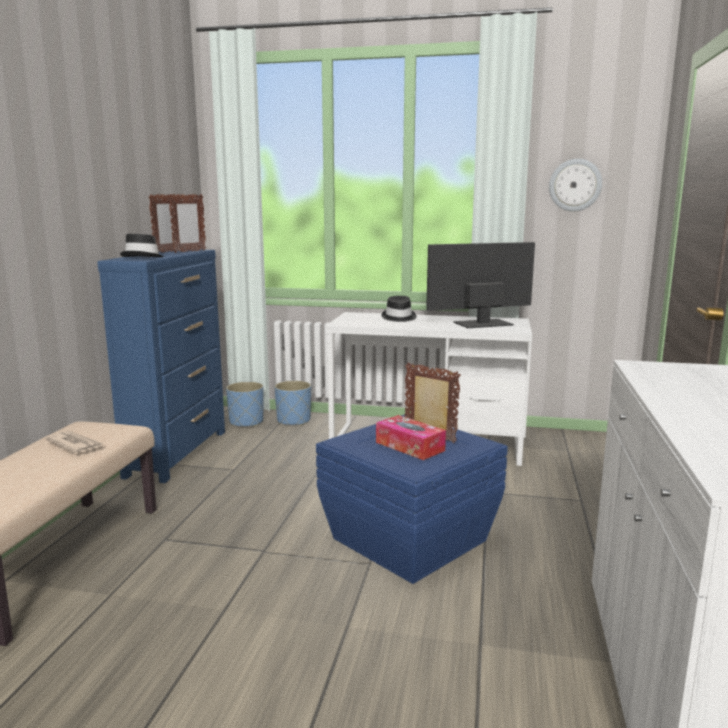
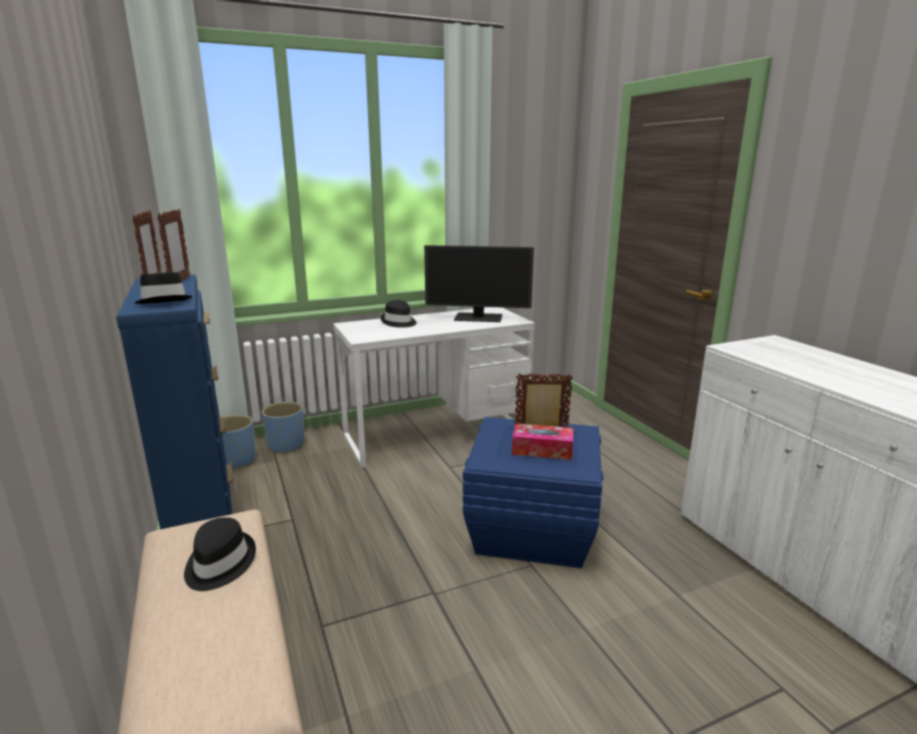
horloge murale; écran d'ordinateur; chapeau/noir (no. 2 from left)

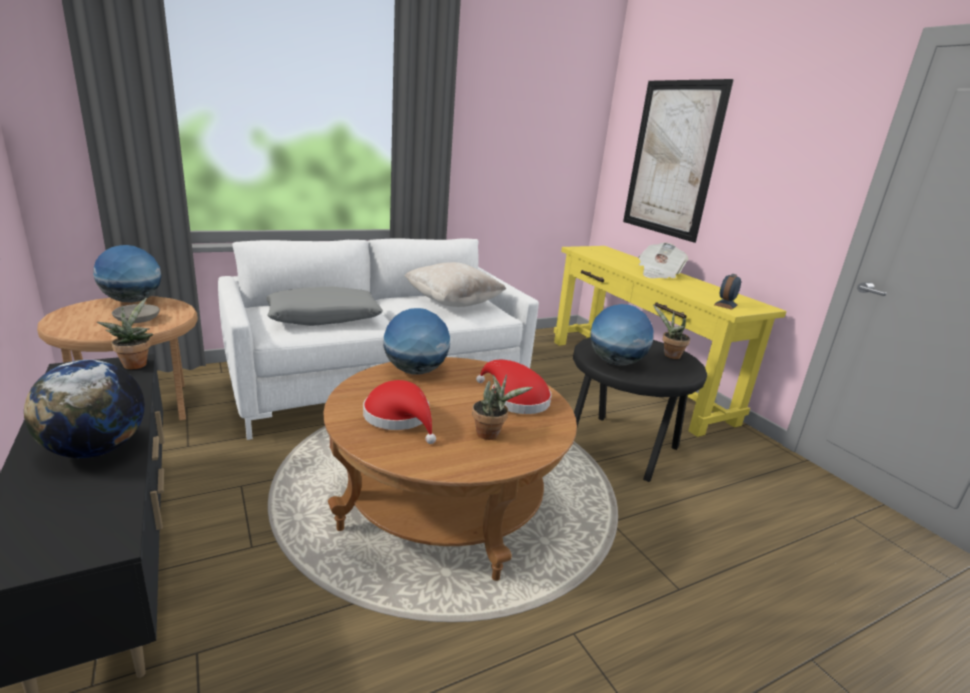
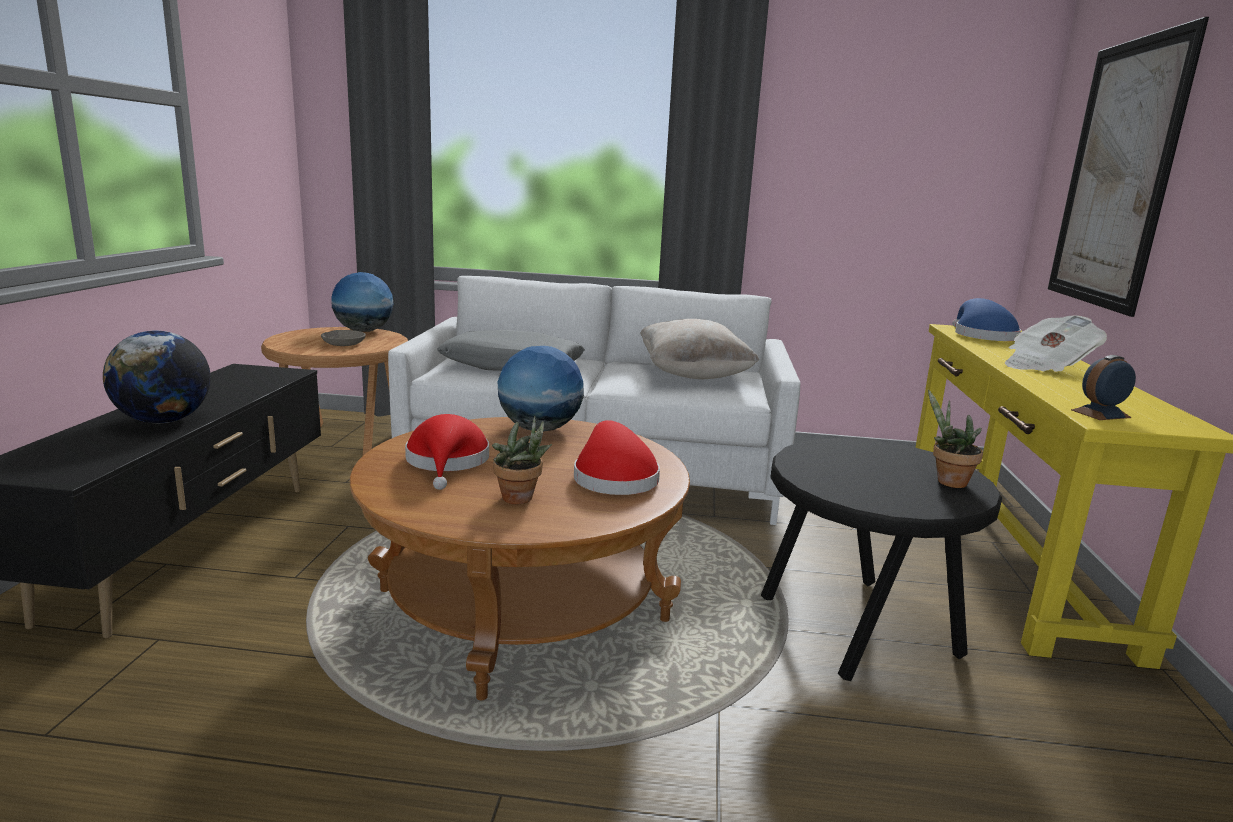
plante en pot (no. 1 from left in the first image); globe (no. 4 from left in the first image); chapeau/bleu

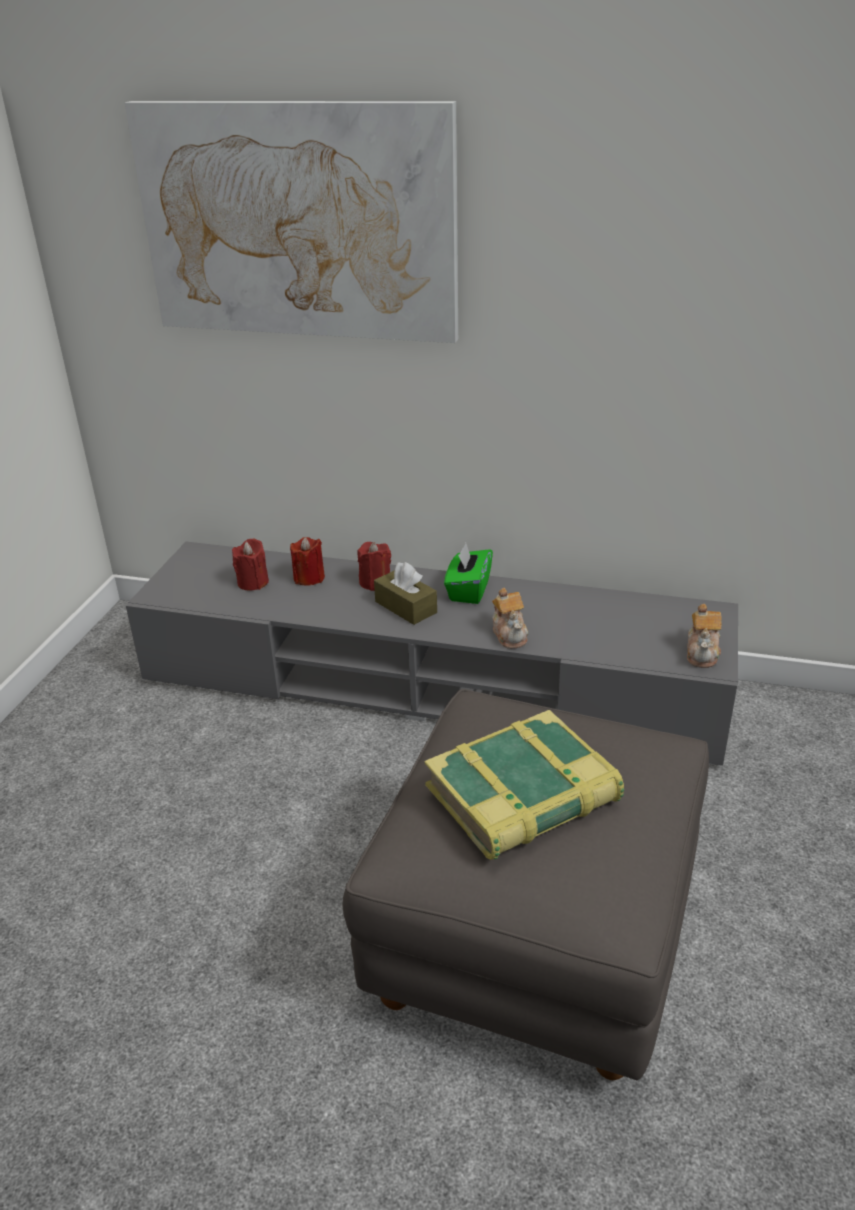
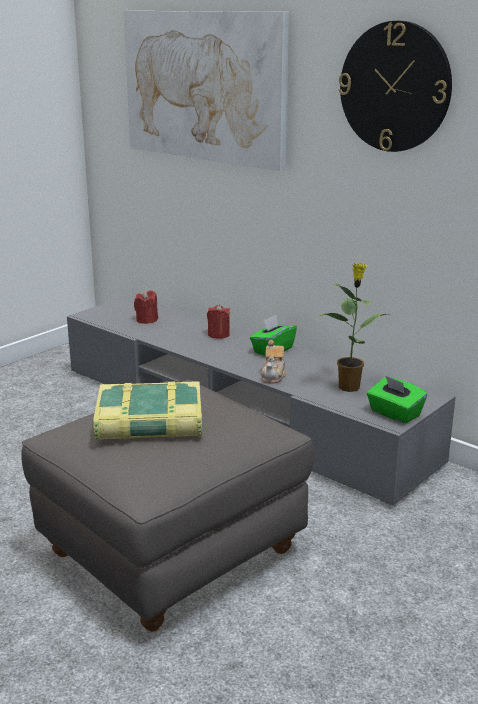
bougie/rouge (no. 2 from left in the first image); boîte à mouchoirs/marron; boîte à mouchoirs/vert (no. 2 from left); horloge murale; plante en pot

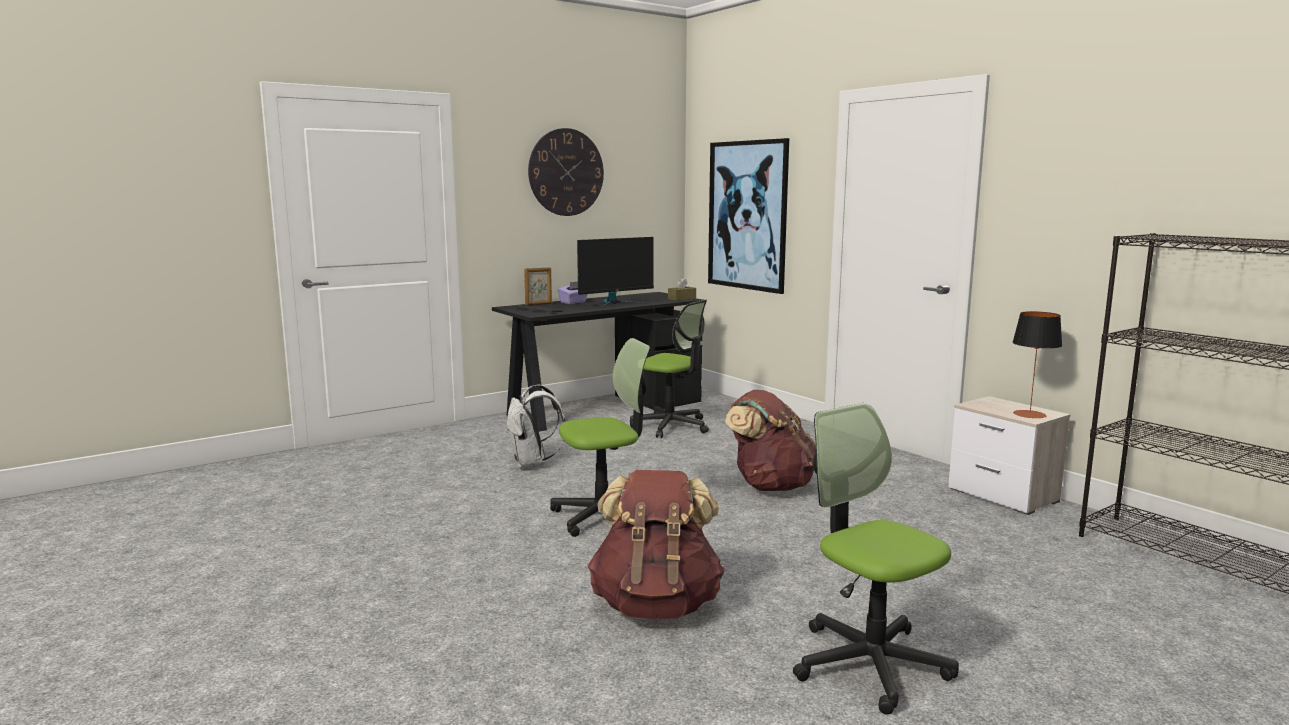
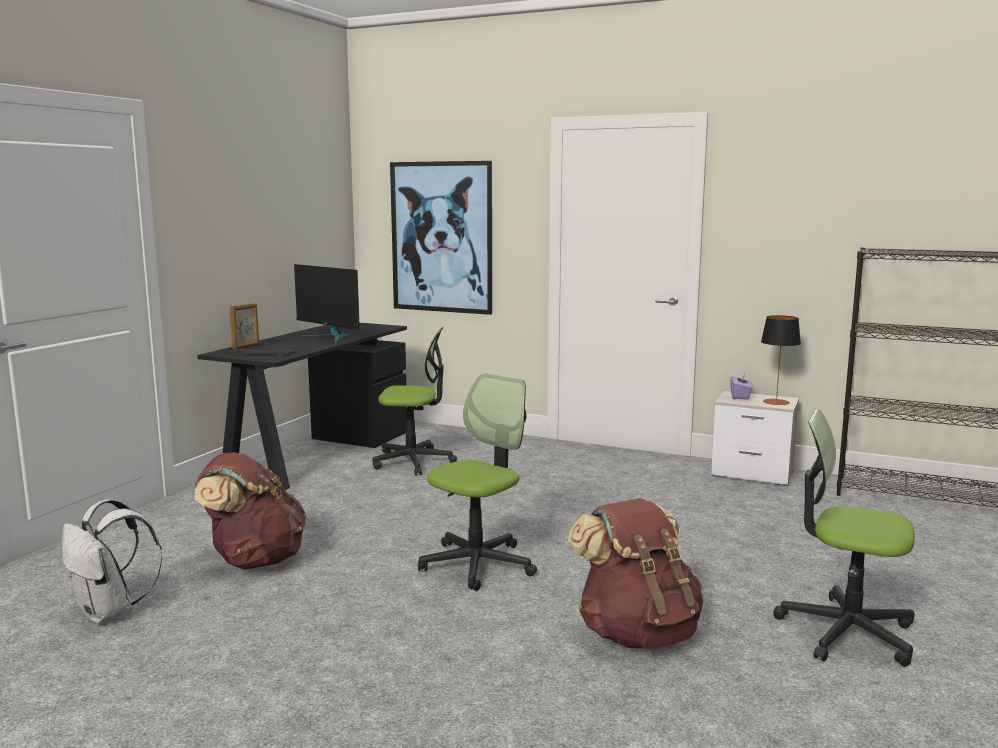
horloge murale; écran d'ordinateur; boîte à mouchoirs/marron; boîte à mouchoirs/violet; sac à dos/blanc; sac à dos/marron (no. 1 from left)

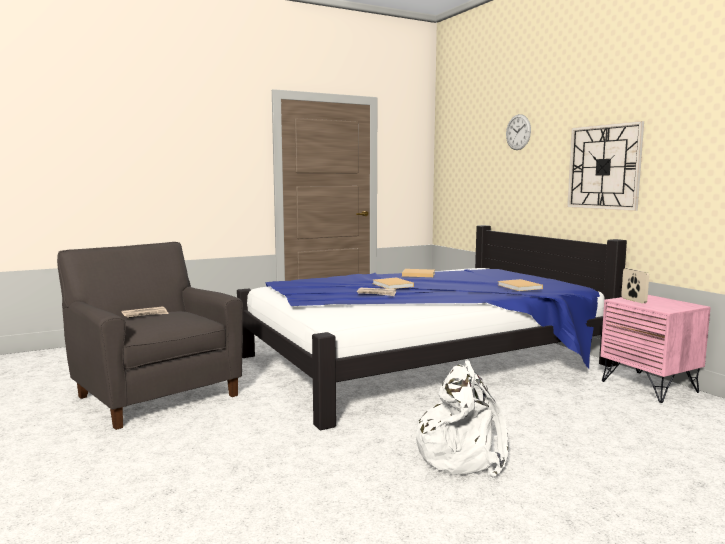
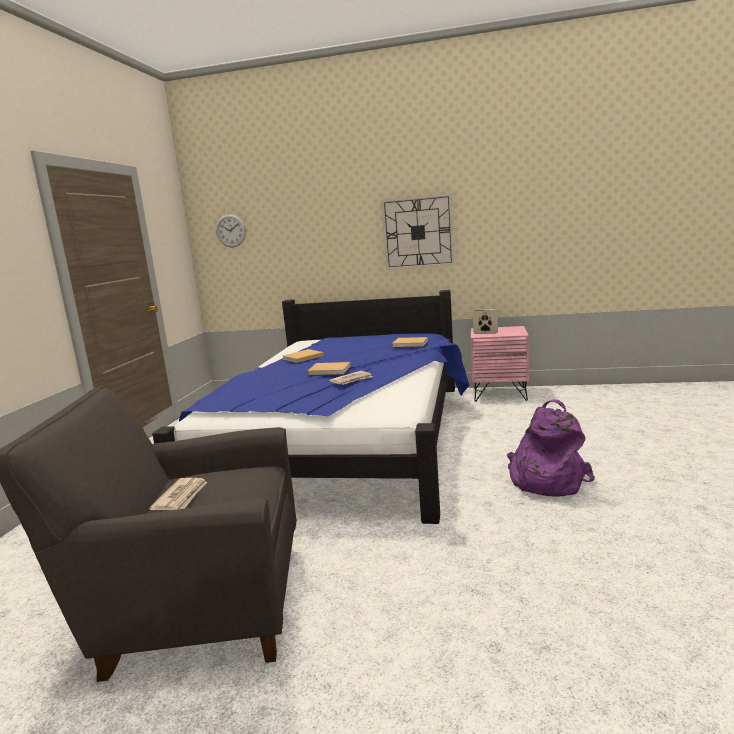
horloge murale (no. 1 from left); sac à dos/violet

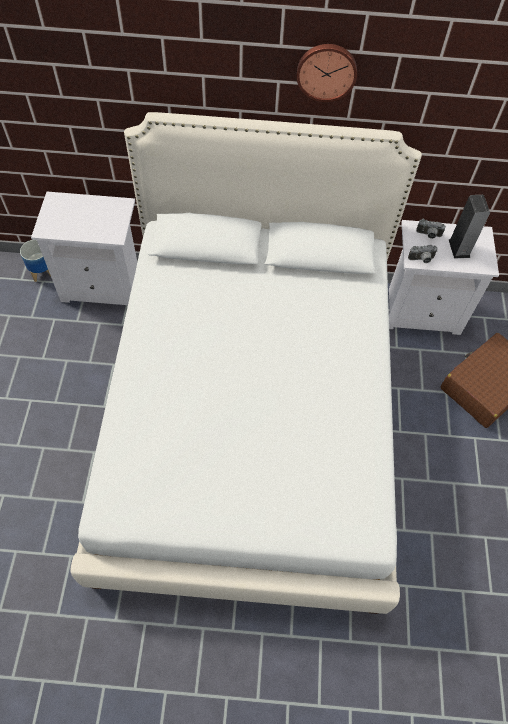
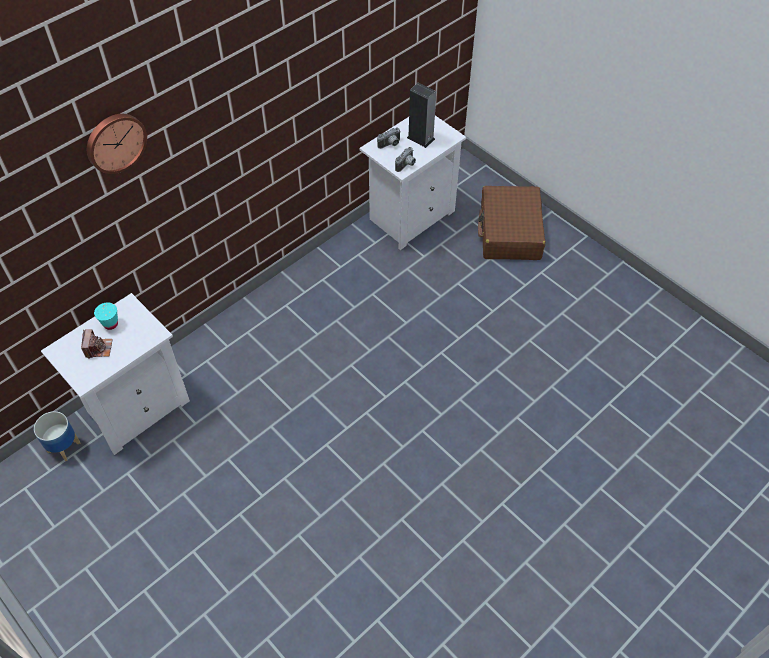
horloge murale; lit/blanc; tasse/turquoise; appareil photo (no. 1 from left)

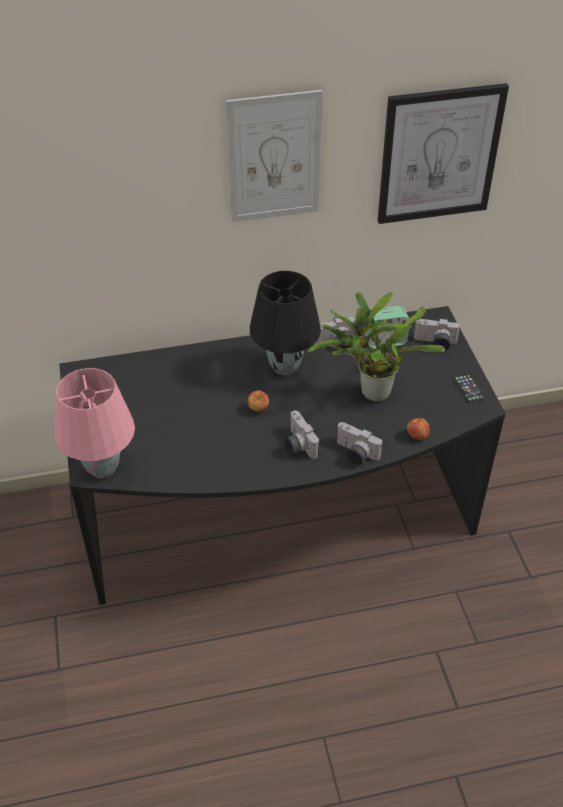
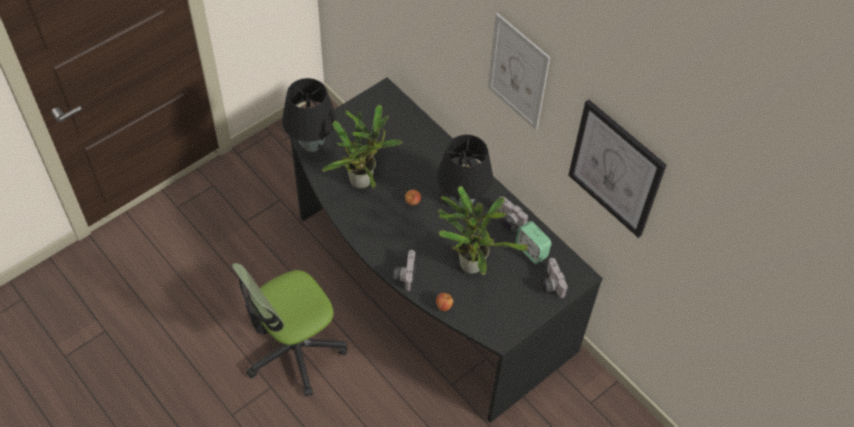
lampe de table/noir (no. 1 from left); téléphone; appareil photo (no. 1 from left in the first image); plante en pot (no. 1 from left); chaise de bureau

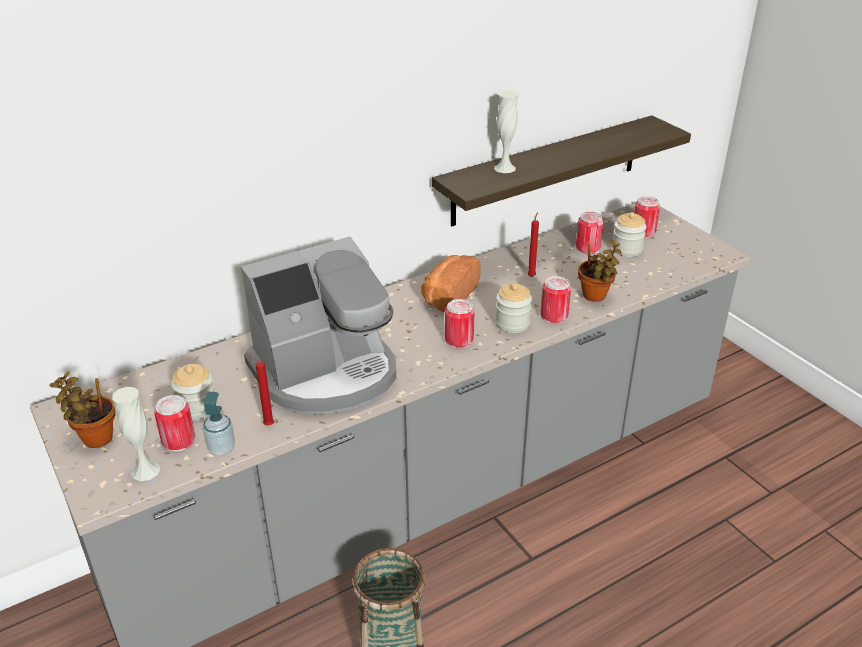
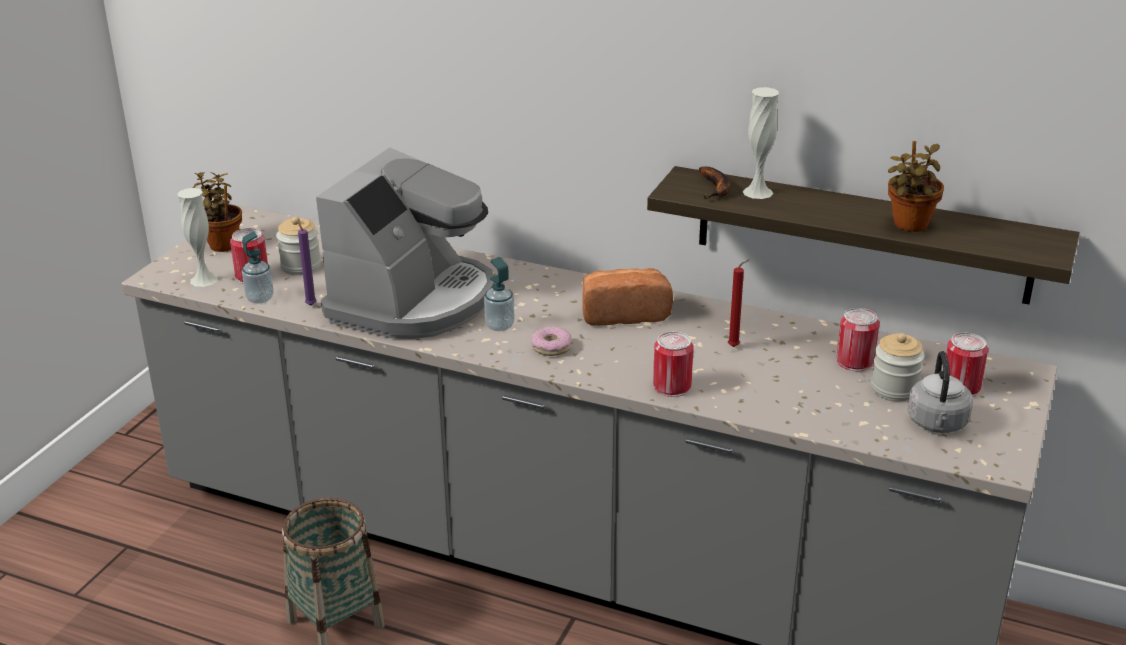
machine à café; plante en pot (no. 2 from left); bocal (no. 2 from left in the first image); beignet; bougie/violet; banane; distributeur de savon (no. 2 from left); bouilloire/gris

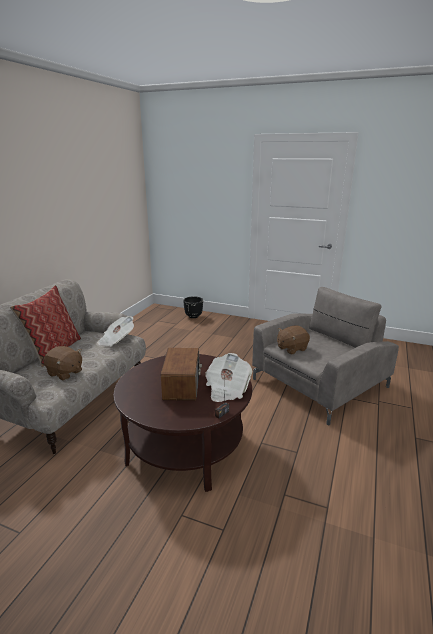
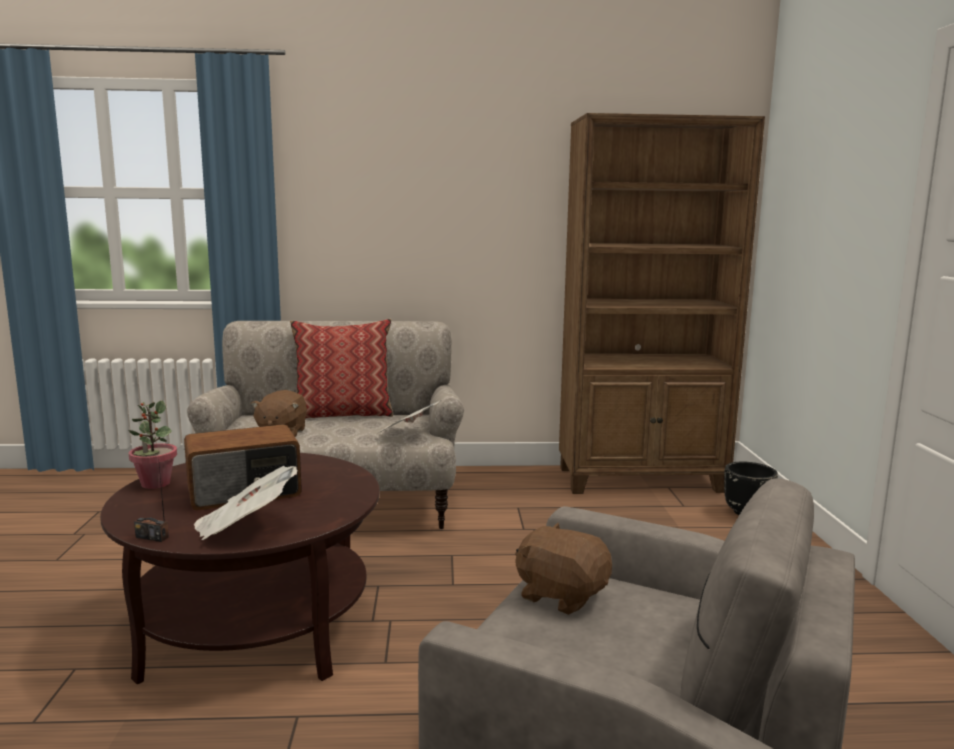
bibliothèque/marron; plante en pot

